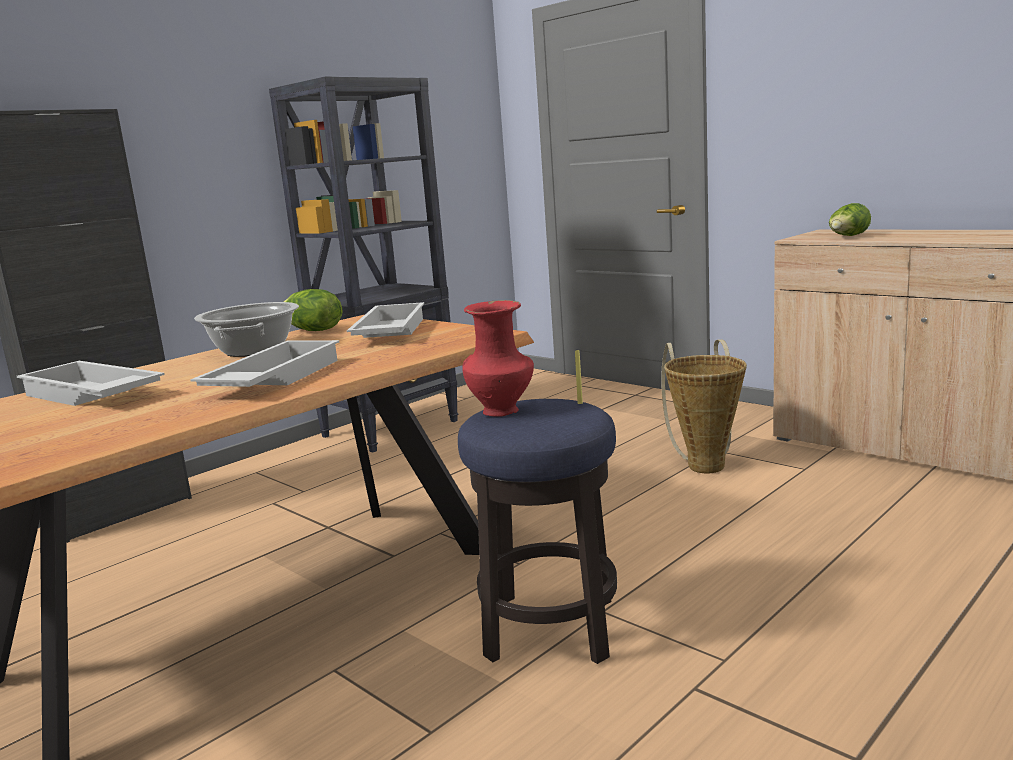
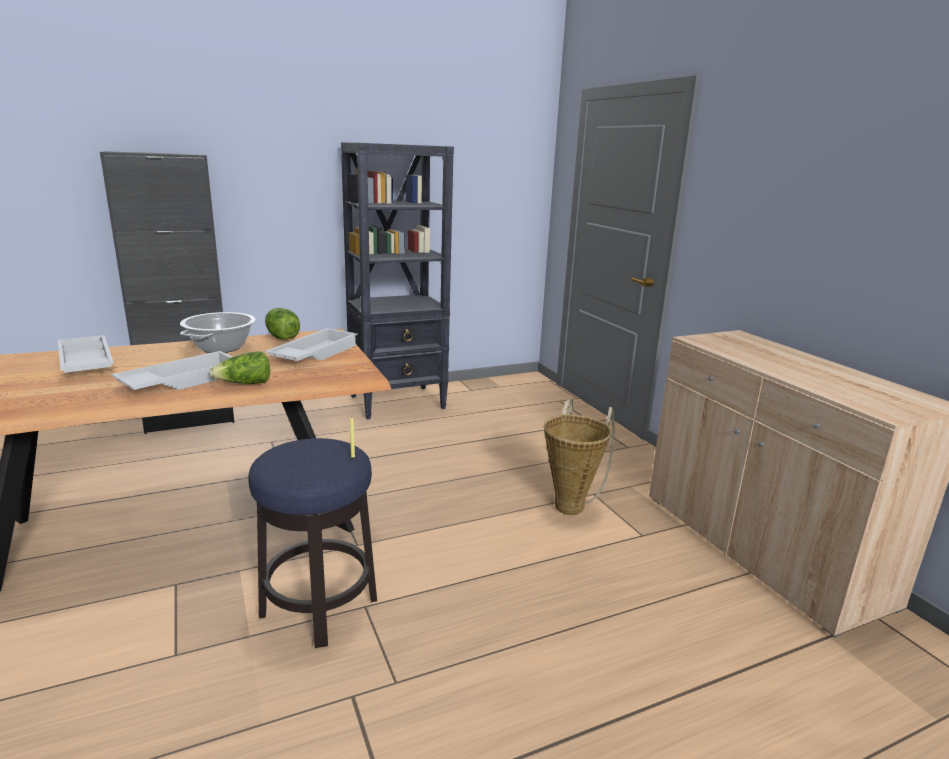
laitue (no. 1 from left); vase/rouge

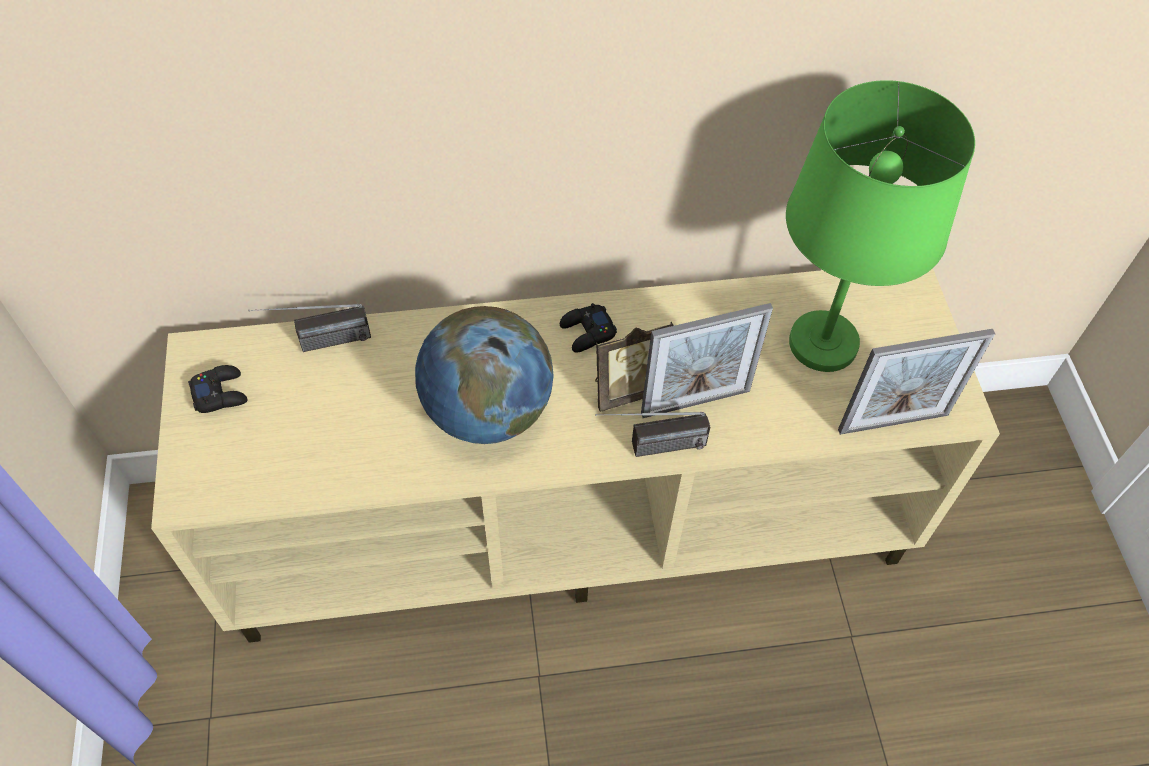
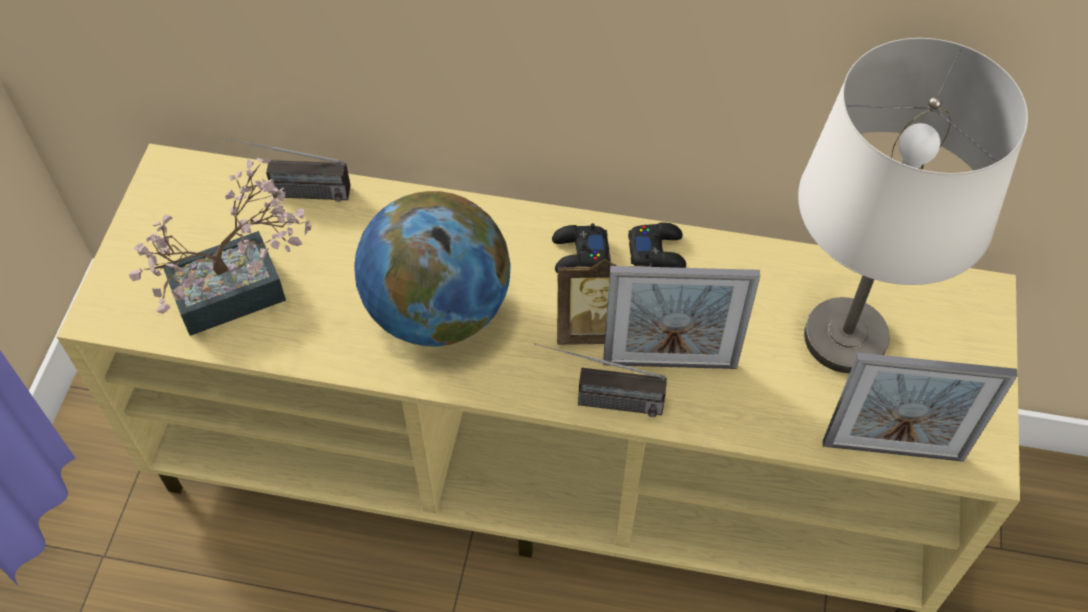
lampe de table/blanc; manette/noir (no. 2 from left); plante en pot

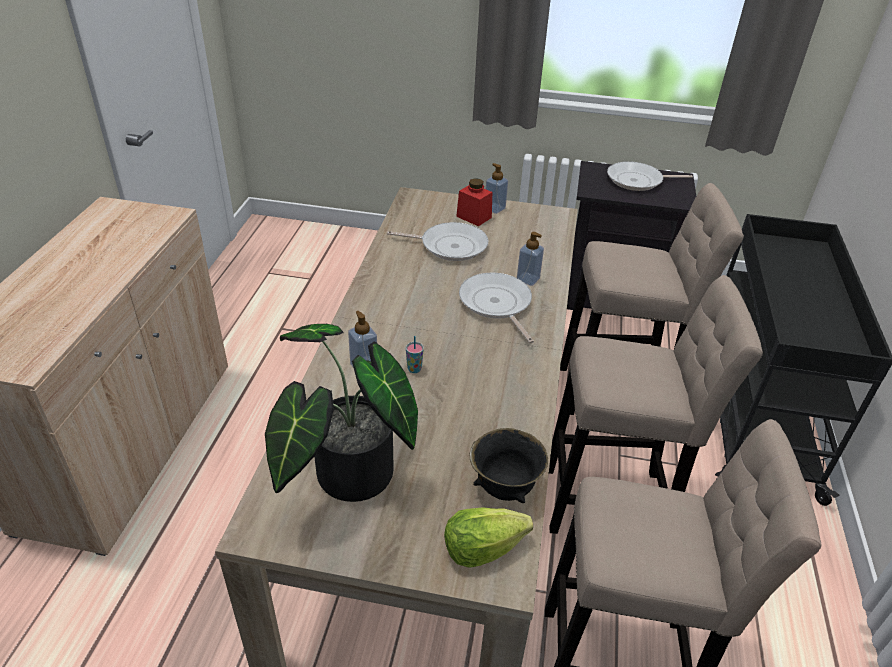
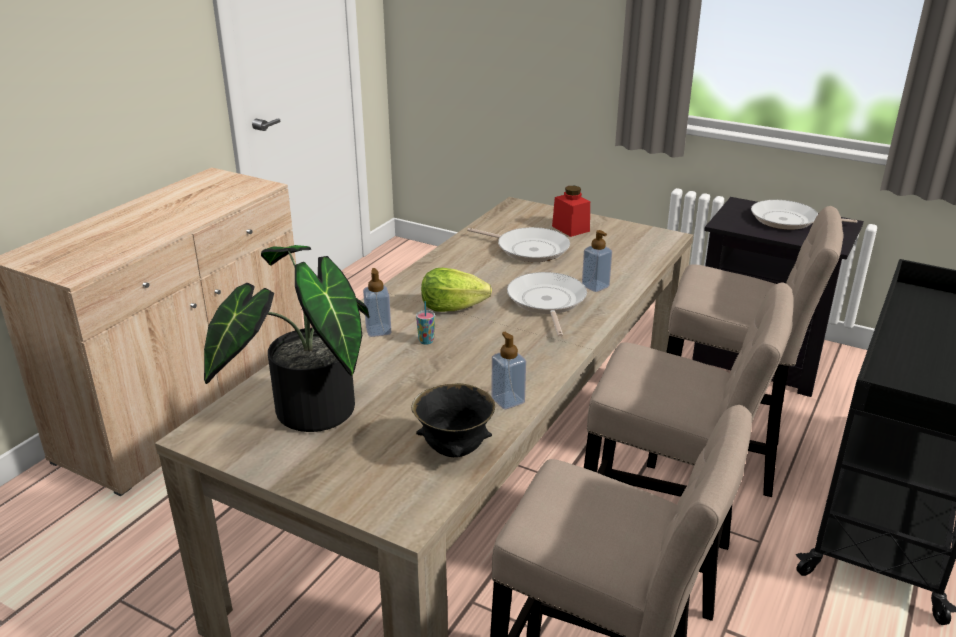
distributeur de savon (no. 2 from left); laitue

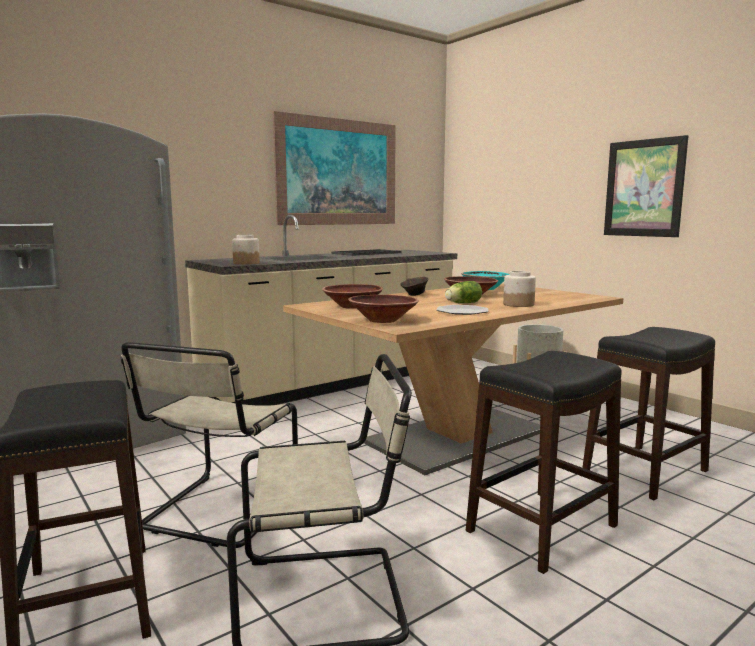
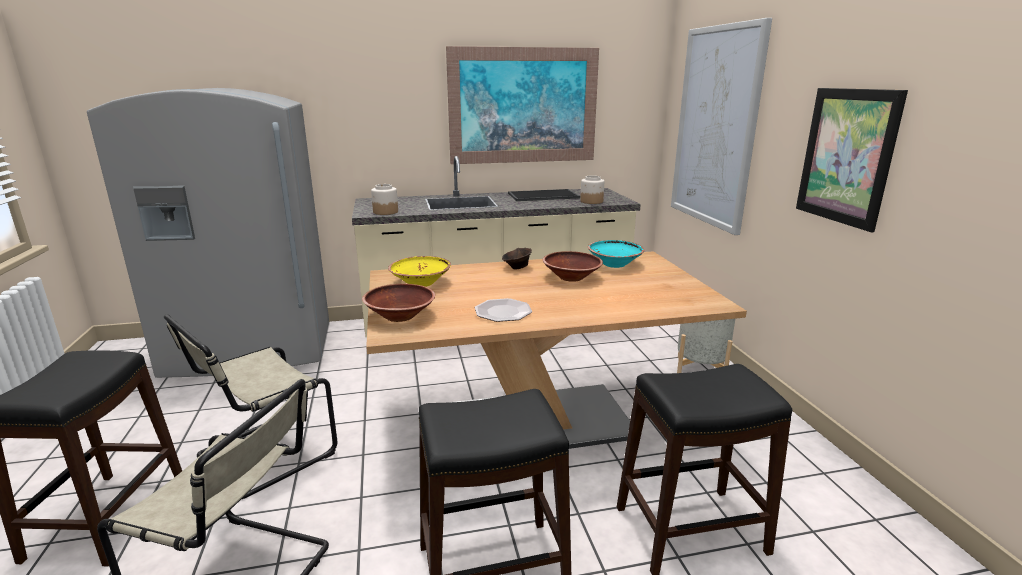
bocal (no. 2 from left); laitue; bol/jaune; tableau (no. 2 from left)

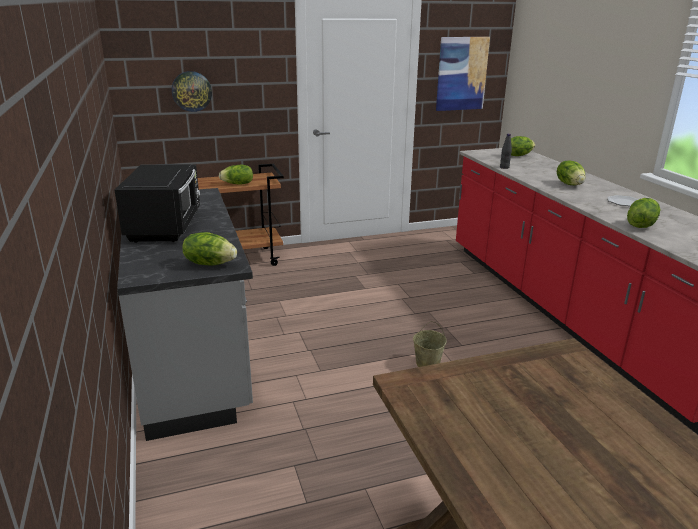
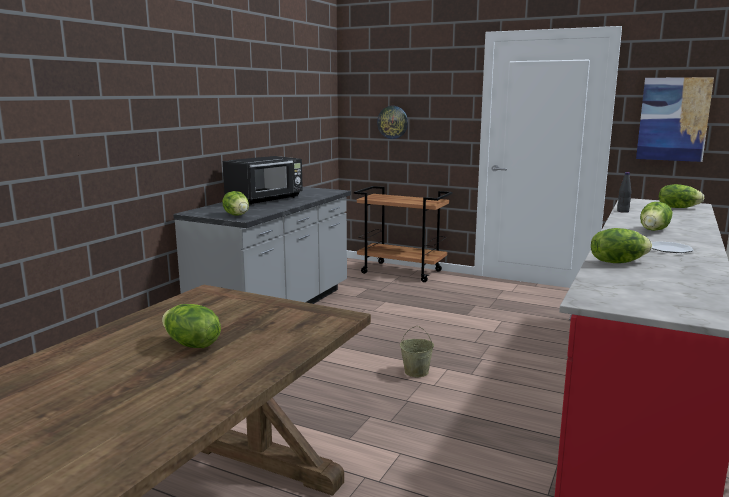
laitue (no. 1 from left)

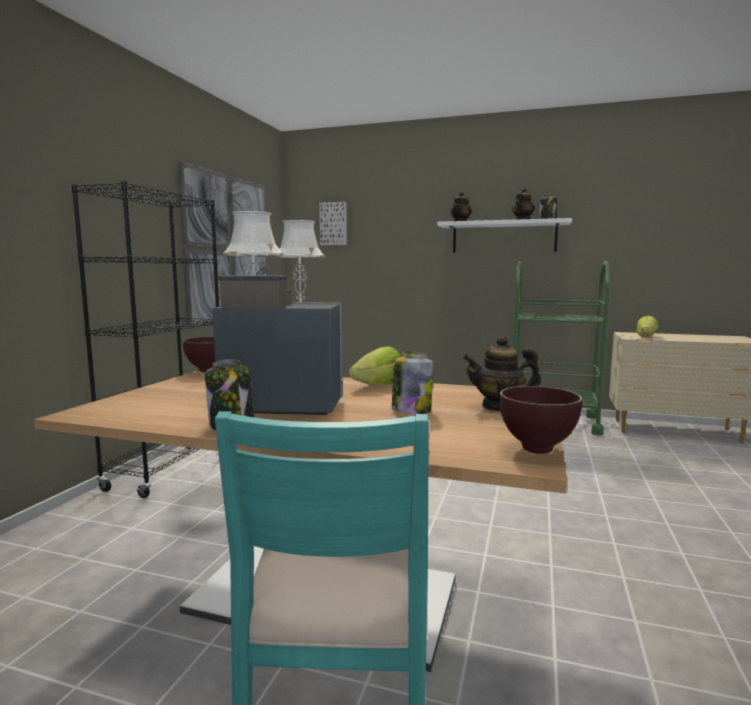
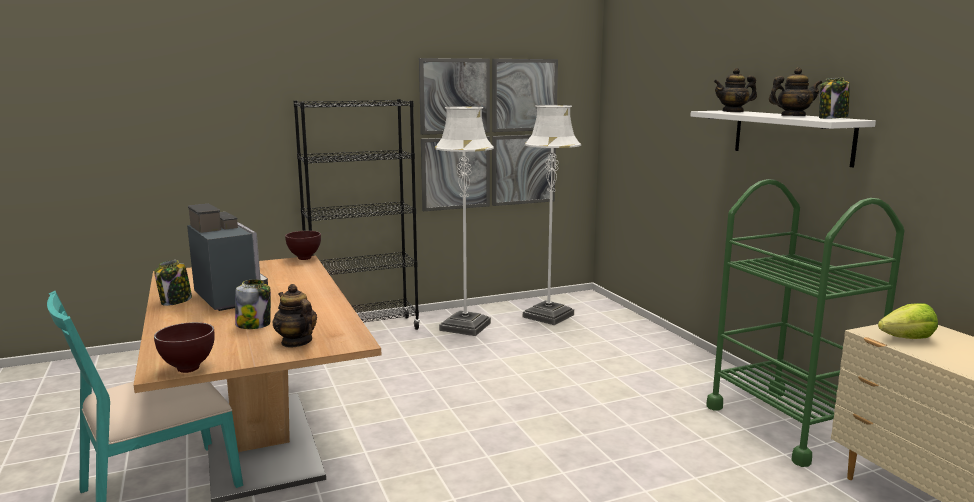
tableau (no. 2 from left in the first image); laitue (no. 1 from left in the first image)

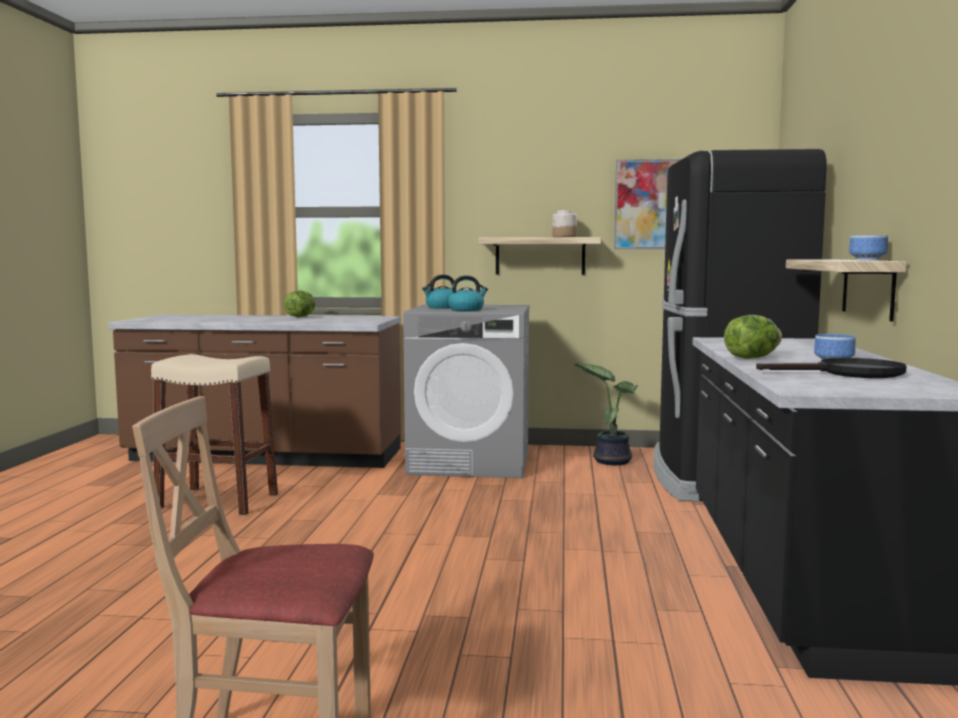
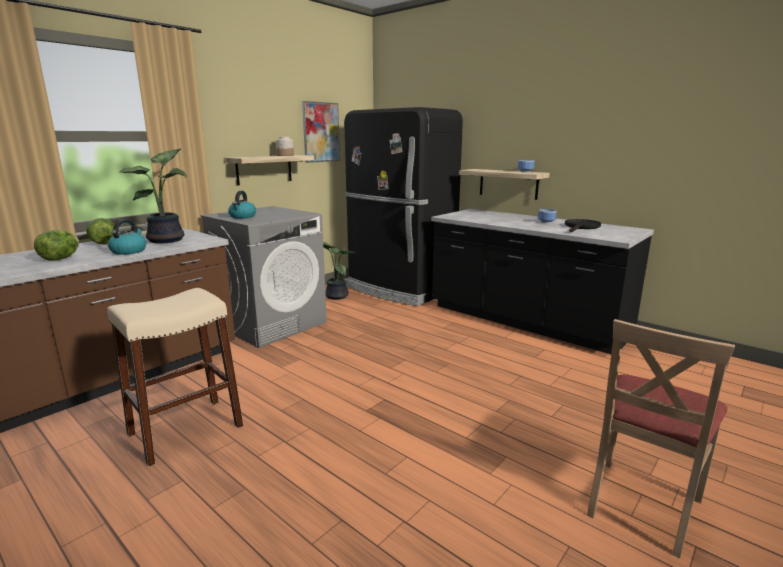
bouilloire (no. 1 from left); laitue (no. 1 from left); plante en pot (no. 1 from left)

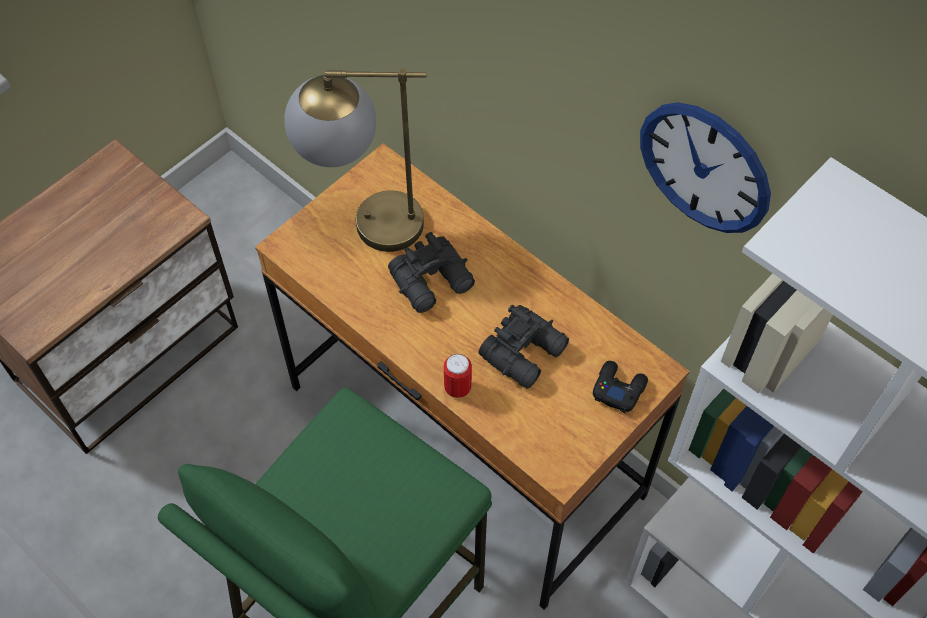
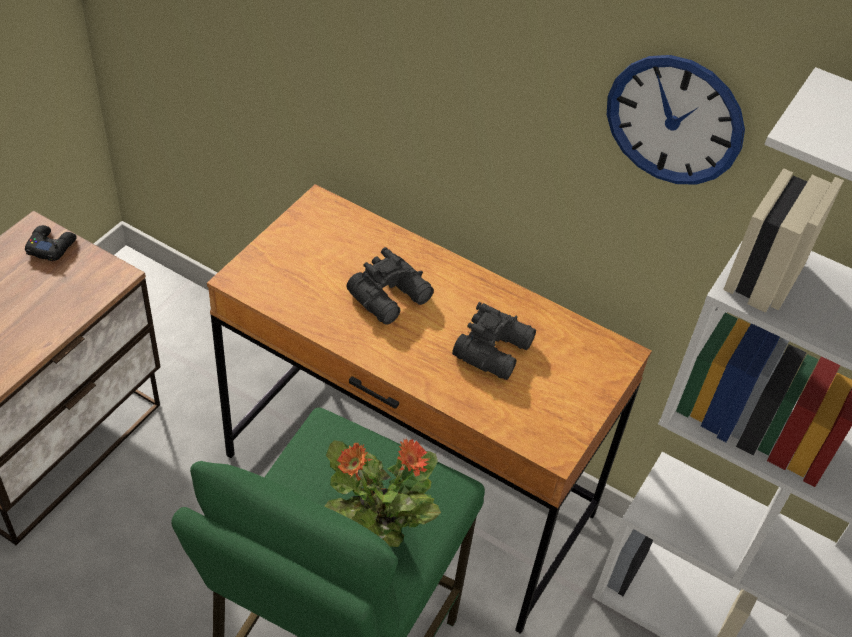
lampe de table; boîte métallique; manette/noir; plante en pot

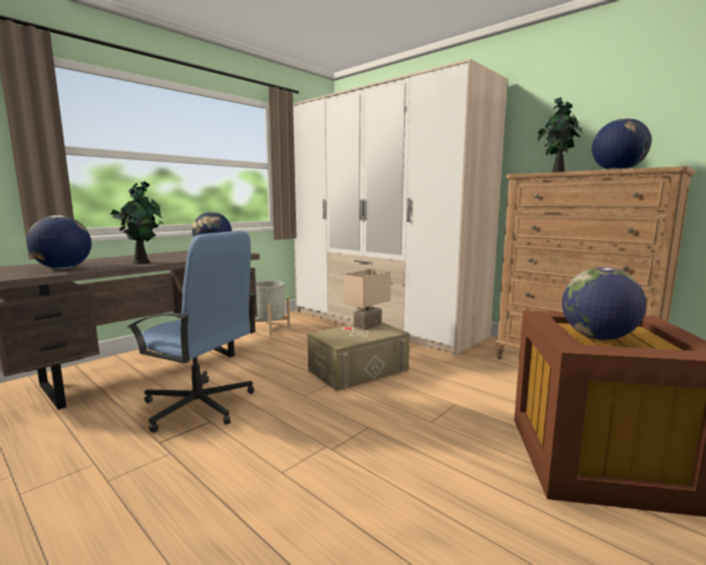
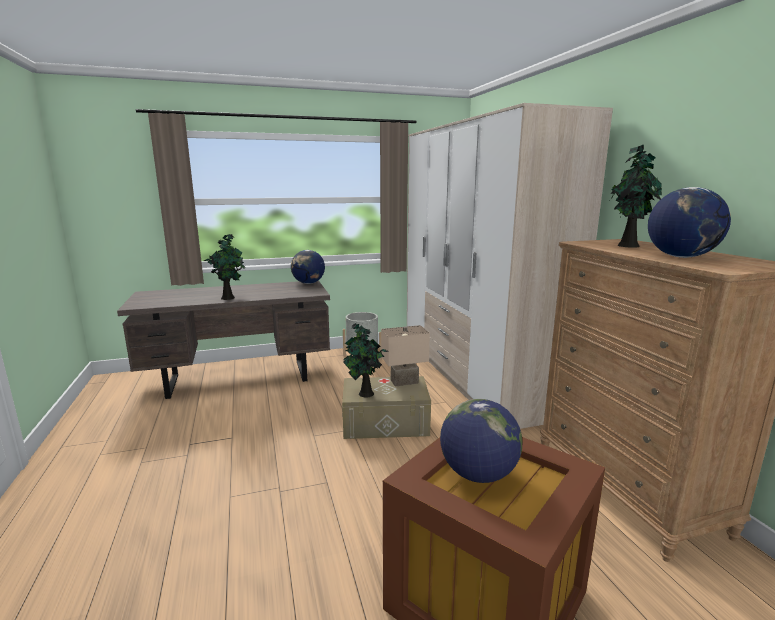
globe (no. 1 from left in the first image); chaise de bureau/bleu; plante en pot (no. 2 from left)

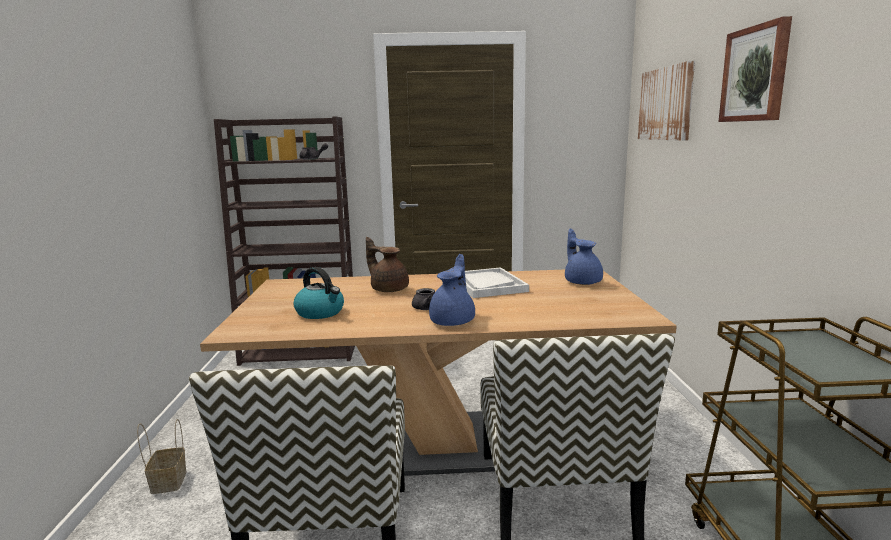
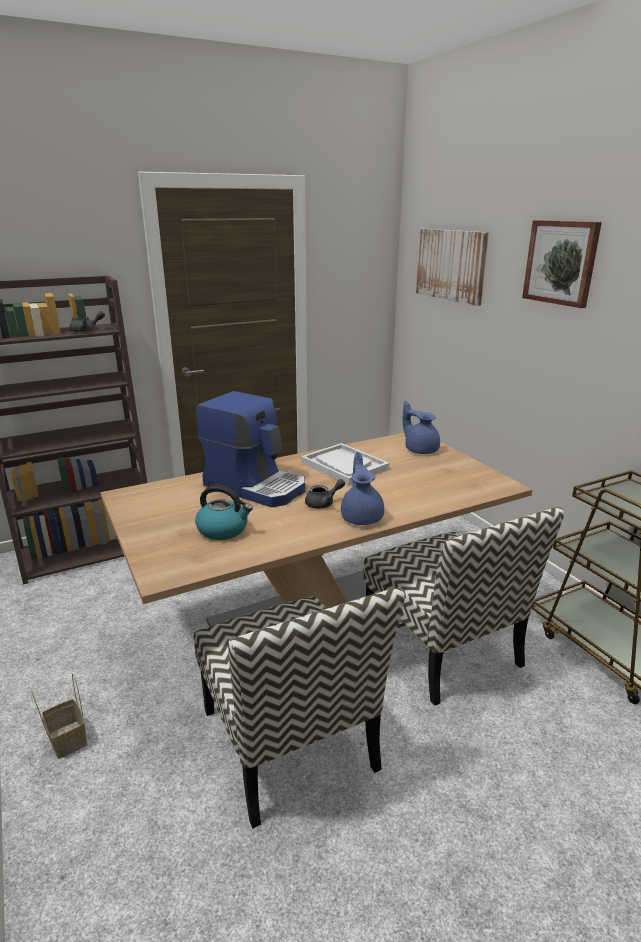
machine à café

